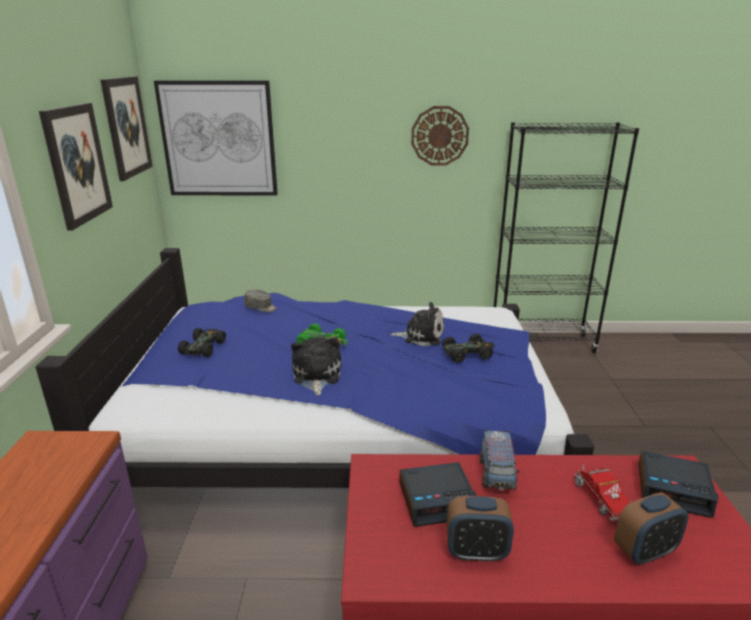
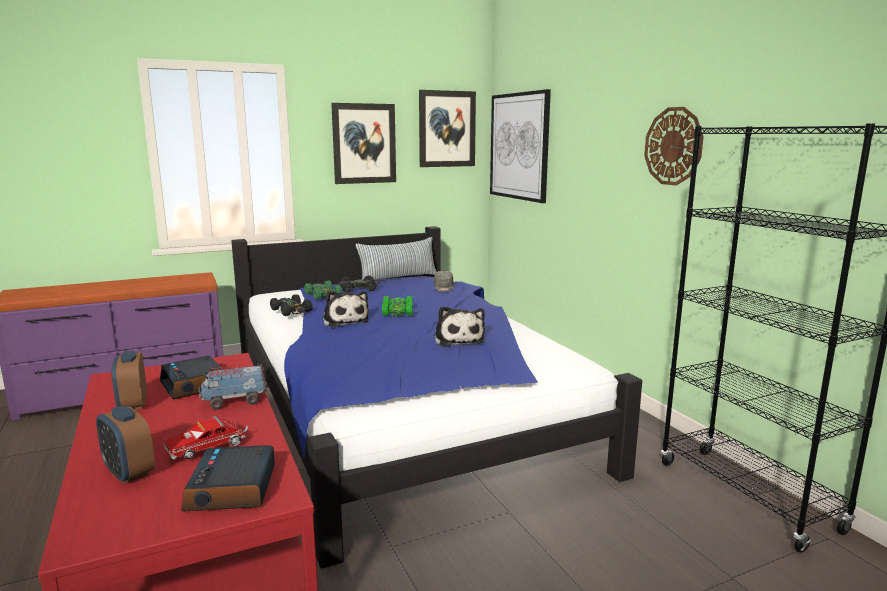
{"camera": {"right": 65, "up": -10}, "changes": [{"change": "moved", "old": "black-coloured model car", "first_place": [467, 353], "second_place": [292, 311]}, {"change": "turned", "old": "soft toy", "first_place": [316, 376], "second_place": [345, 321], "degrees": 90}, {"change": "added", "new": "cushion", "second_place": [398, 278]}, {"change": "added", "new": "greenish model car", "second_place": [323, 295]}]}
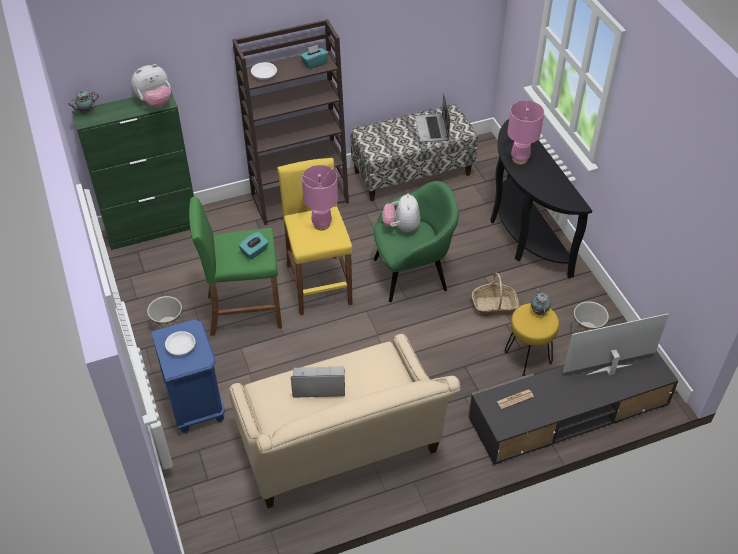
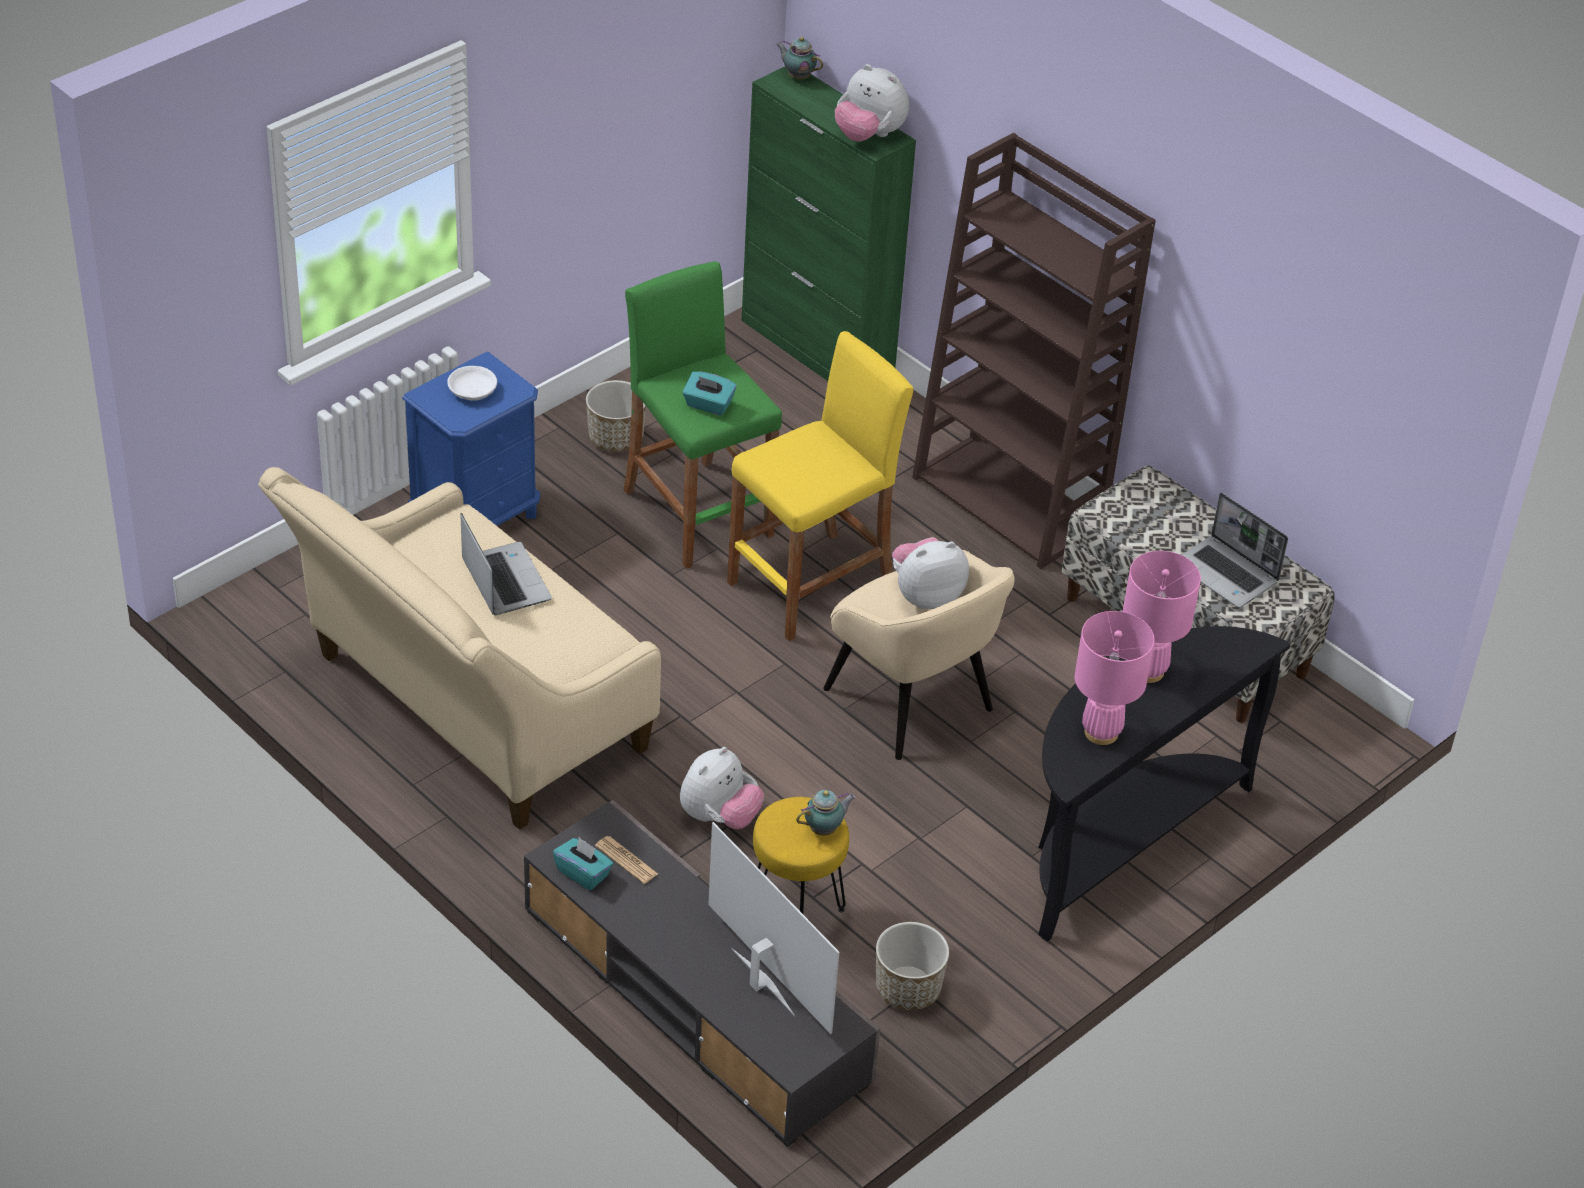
{"camera": {"right": 65, "up": -5}, "changes": [{"change": "moved", "old": "blue-green box of tissues", "first_place": [314, 63], "second_place": [583, 873]}, {"change": "removed", "old": "white bowl", "first_place": [264, 75]}, {"change": "turned", "old": "laptop", "first_place": [432, 129], "second_place": [1227, 574], "degrees": -105}, {"change": "moved", "old": "pink table lamp", "first_place": [321, 224], "second_place": [1101, 732]}, {"change": "recoloured", "old": "greenish lounge chair", "new": "beige-coloured lounge chair", "first_place": [412, 274], "second_place": [911, 702]}, {"change": "removed", "old": "basket", "first_place": [494, 305]}, {"change": "added", "new": "soft toy", "second_place": [719, 817]}]}
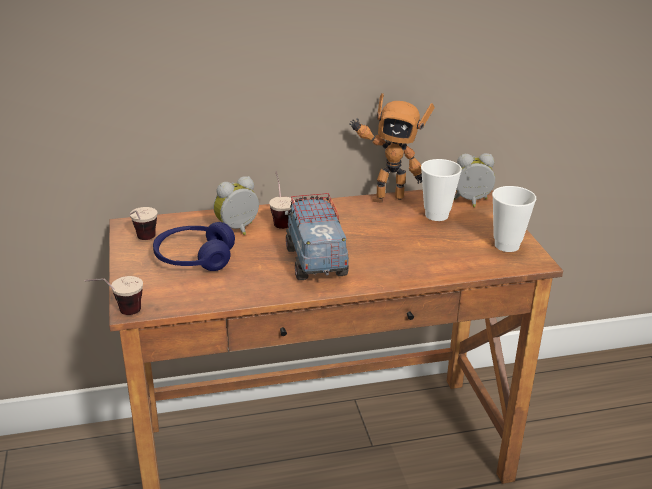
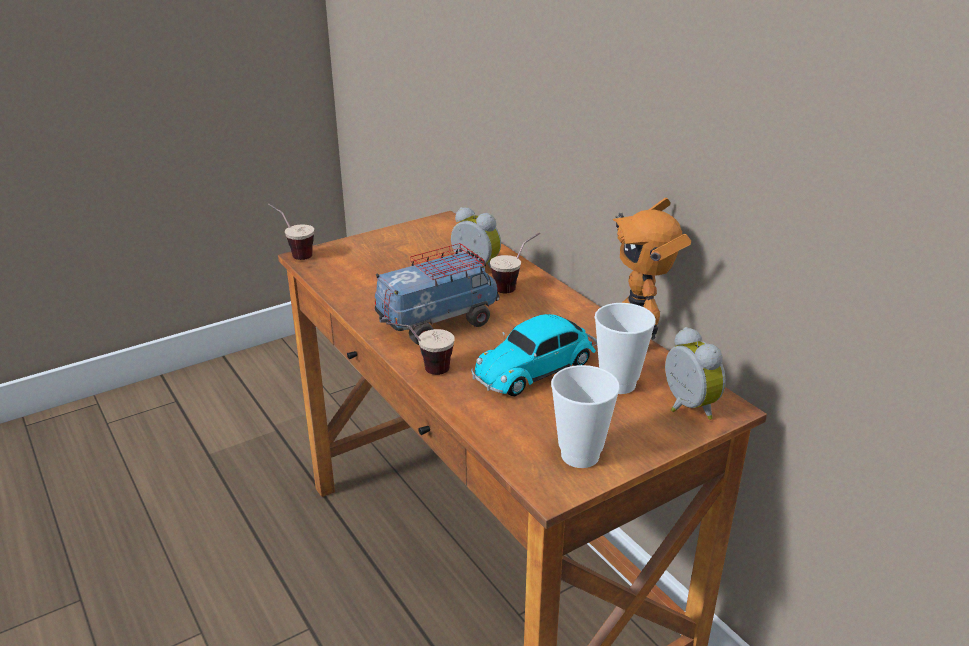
{"camera": {"right": 70, "up": 0}, "changes": [{"change": "moved", "old": "cup", "first_place": [142, 241], "second_place": [422, 370]}, {"change": "removed", "old": "bluish headphones", "first_place": [194, 258]}, {"change": "added", "new": "model car", "second_place": [538, 367]}]}
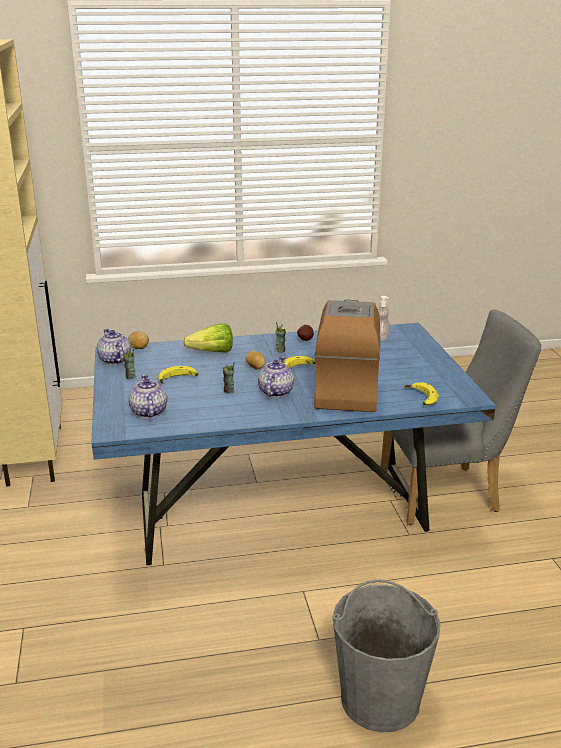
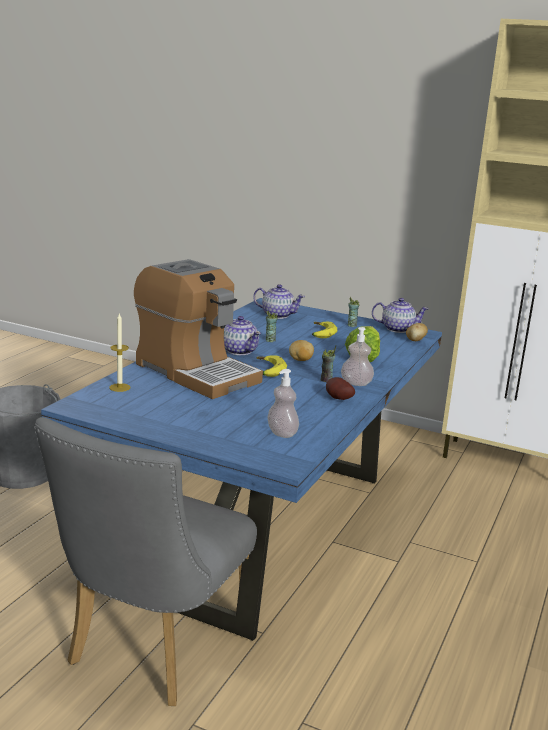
{"camera": {"right": 125, "up": -5}, "changes": [{"change": "replaced", "old": "whole banana", "new": "wax light", "first_place": [420, 398], "second_place": [119, 387]}, {"change": "added", "new": "soap dispenser", "second_place": [356, 383]}]}
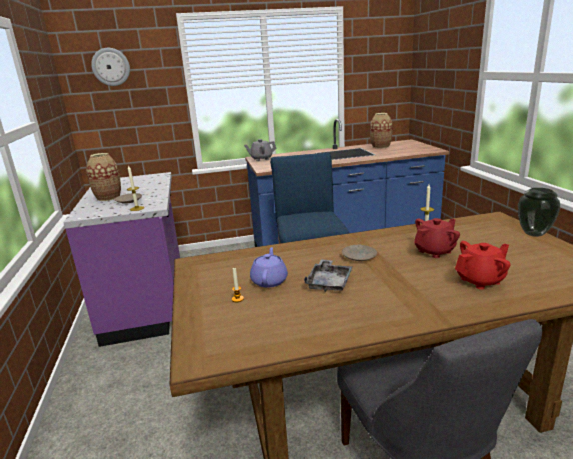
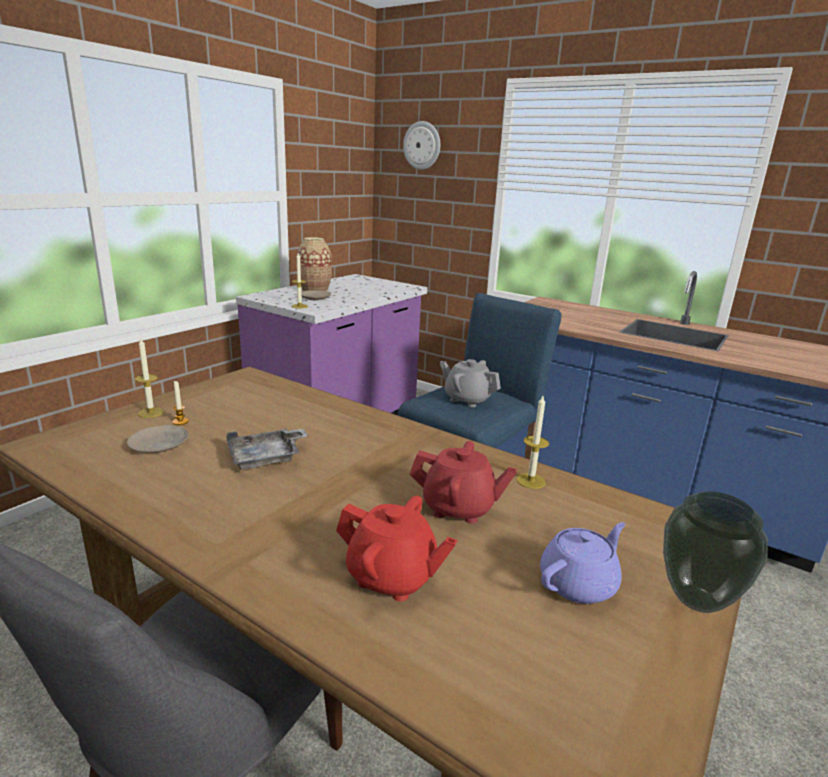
{"camera": {"right": 45, "up": 0}, "changes": [{"change": "removed", "old": "decorative vase", "first_place": [380, 146]}, {"change": "moved", "old": "greyish tea pot", "first_place": [261, 159], "second_place": [467, 399]}, {"change": "moved", "old": "beige-coloured plate", "first_place": [359, 256], "second_place": [160, 445]}, {"change": "moved", "old": "purple-coloured tea pot", "first_place": [269, 280], "second_place": [579, 583]}, {"change": "added", "new": "wax light", "second_place": [151, 412]}]}
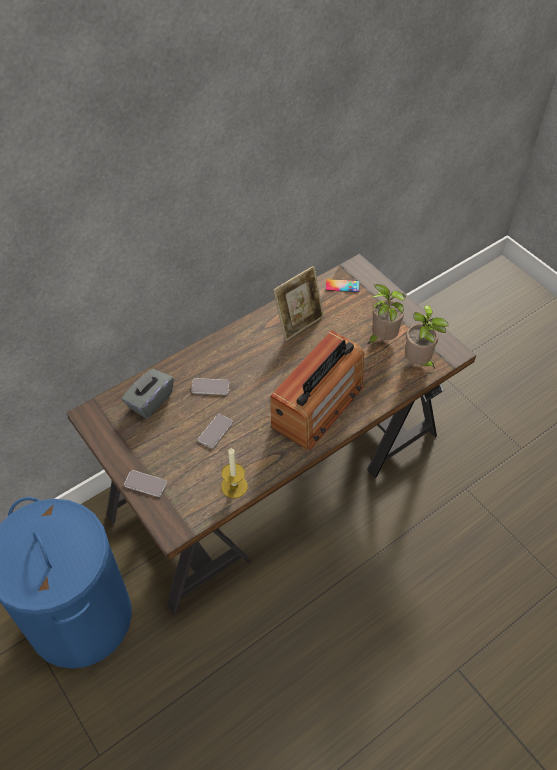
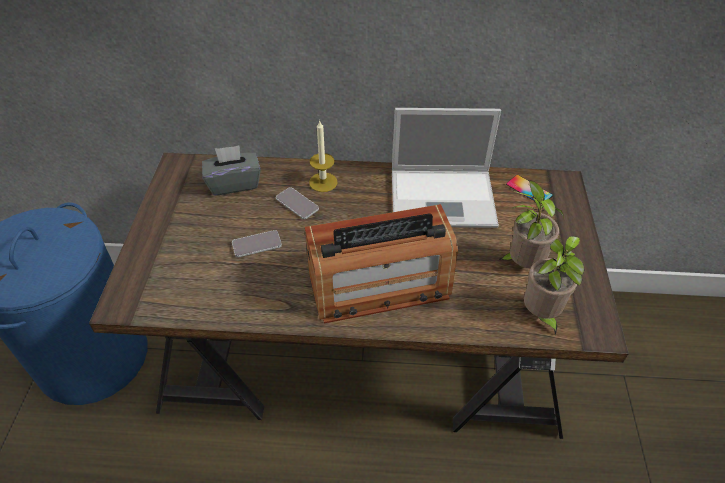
{"camera": {"right": 40, "up": -5}, "changes": [{"change": "replaced", "old": "photo frame", "new": "laptop", "first_place": [298, 323], "second_place": [444, 198]}, {"change": "moved", "old": "wax light", "first_place": [234, 486], "second_place": [323, 182]}, {"change": "removed", "old": "phone", "first_place": [145, 484]}]}
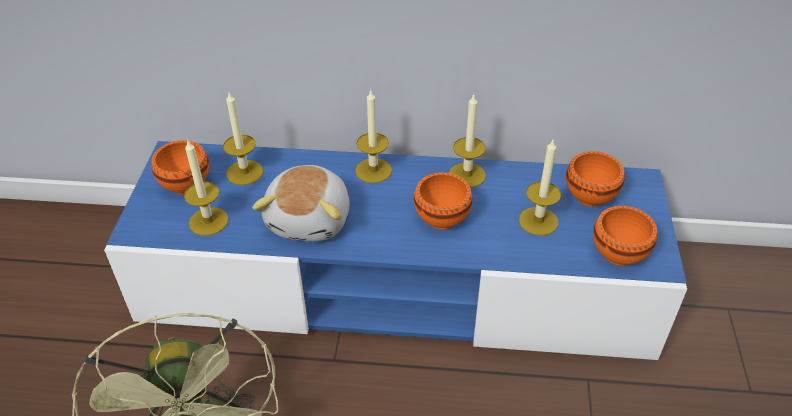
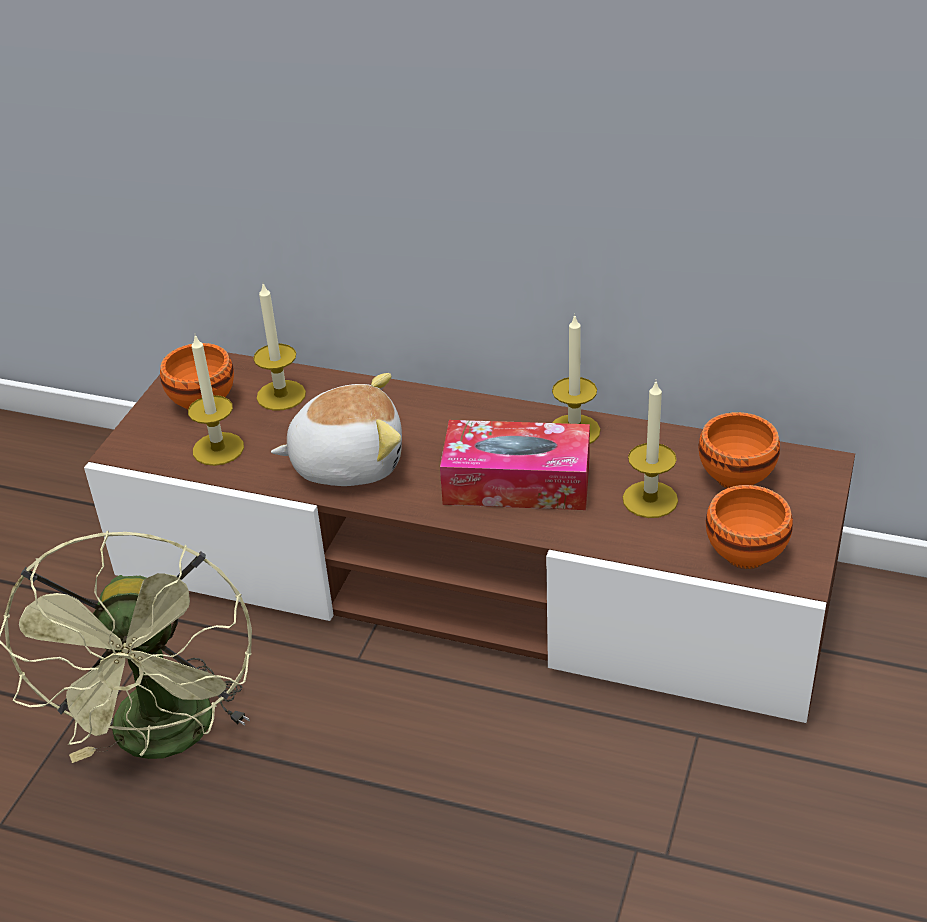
{"camera": {"right": 15, "up": -5}, "changes": [{"change": "removed", "old": "wax light", "first_place": [373, 170]}, {"change": "recoloured", "old": "bluish tv stand", "new": "brown-coloured tv stand", "first_place": [396, 284], "second_place": [470, 577]}, {"change": "turned", "old": "soft toy", "first_place": [311, 219], "second_place": [347, 461], "degrees": -120}, {"change": "replaced", "old": "orange bowl", "new": "box of tissues", "first_place": [440, 220], "second_place": [517, 482]}]}
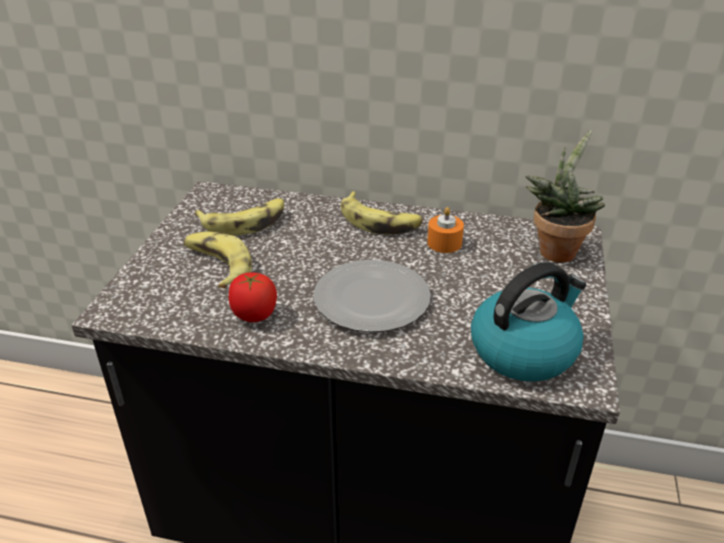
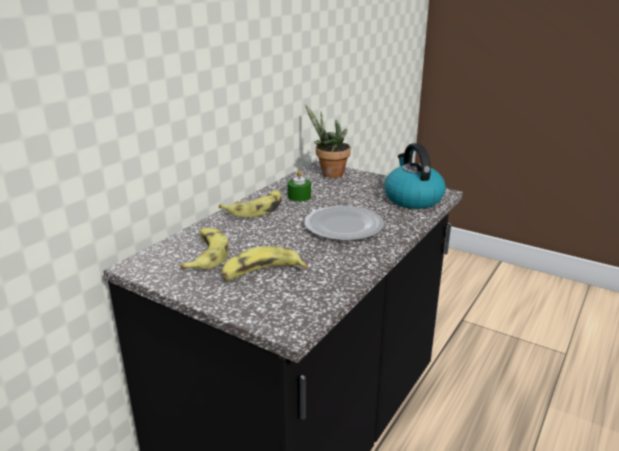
{"camera": {"right": -70, "up": -10}, "changes": [{"change": "recoloured", "old": "orange wax light", "new": "greenish wax light", "first_place": [444, 243], "second_place": [299, 197]}, {"change": "removed", "old": "fresh tomato", "first_place": [254, 315]}]}
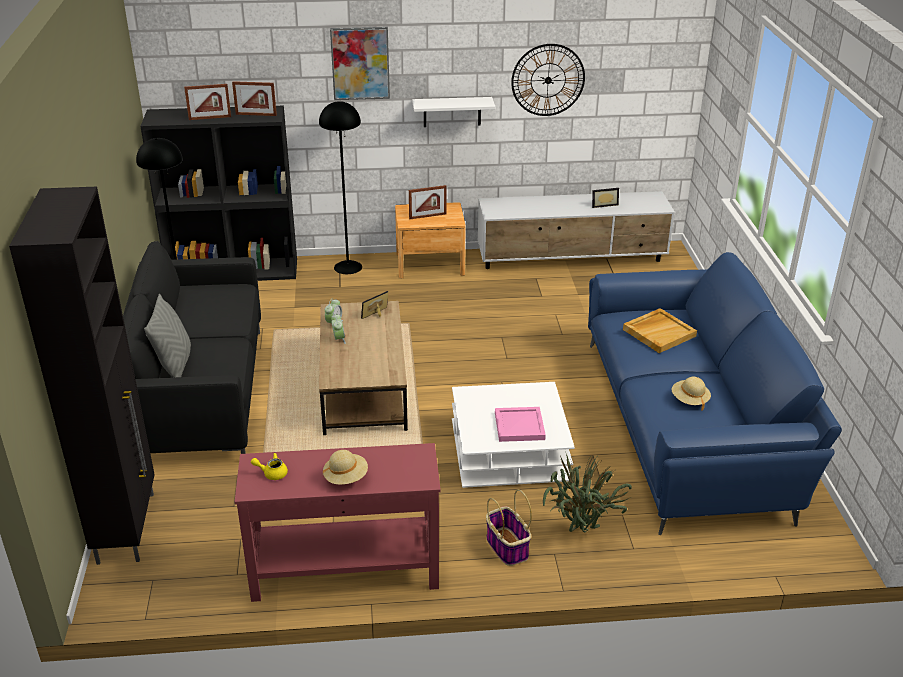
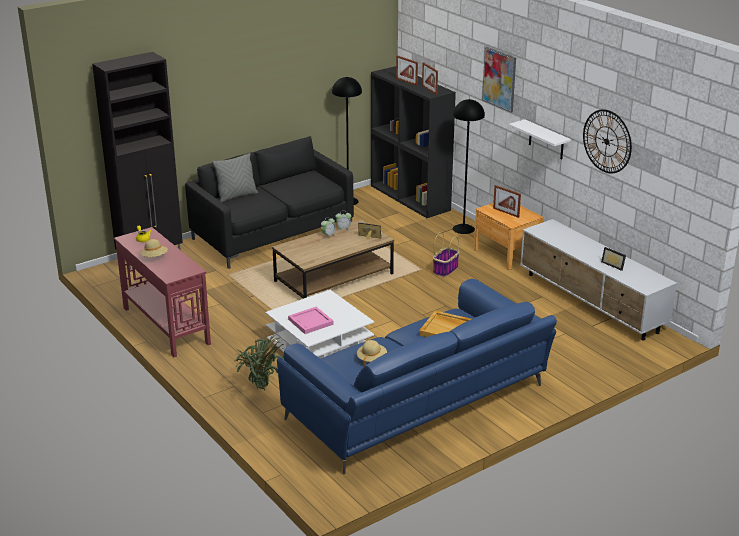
{"camera": {"right": 60, "up": -5}, "changes": [{"change": "moved", "old": "basket", "first_place": [506, 547], "second_place": [445, 269]}]}
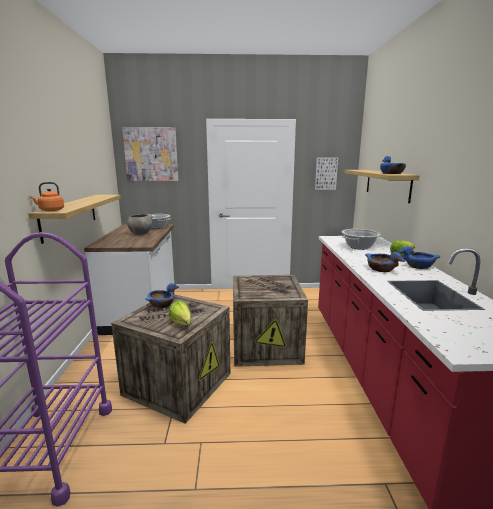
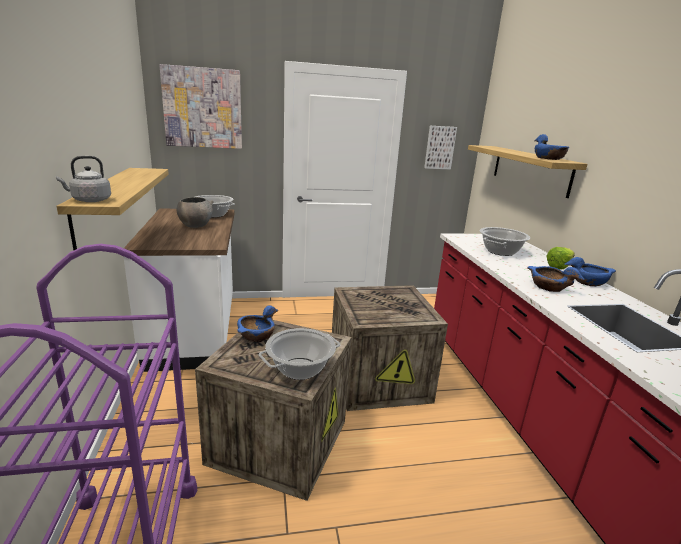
{"camera": {"right": -10, "up": 5}, "changes": [{"change": "recoloured", "old": "orange kettle", "new": "greyish kettle", "first_place": [50, 210], "second_place": [89, 200]}, {"change": "replaced", "old": "head of lettuce", "new": "saucepot", "first_place": [182, 324], "second_place": [300, 368]}]}
